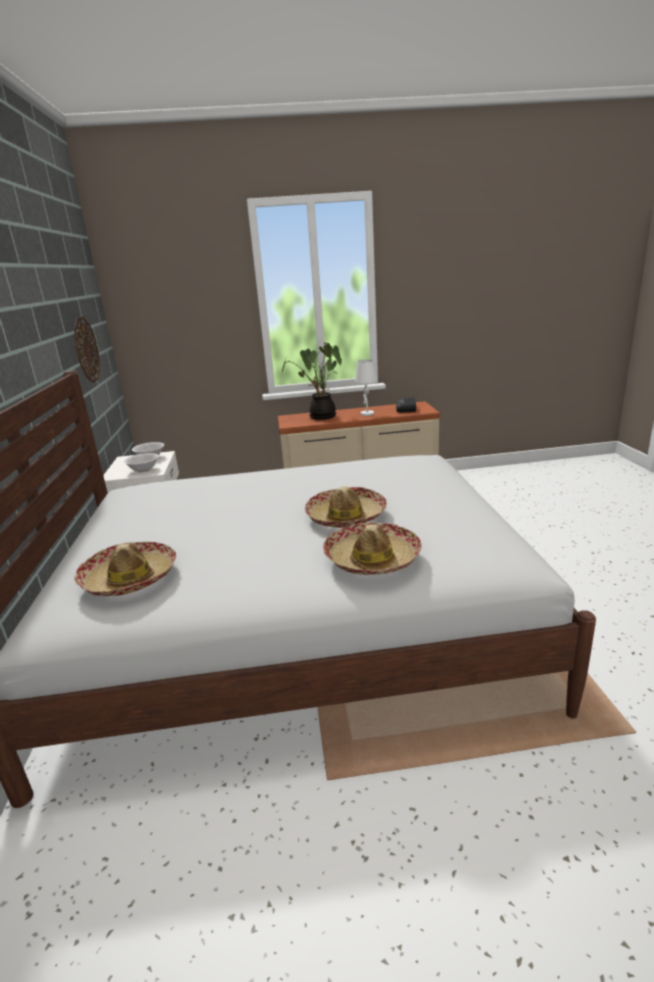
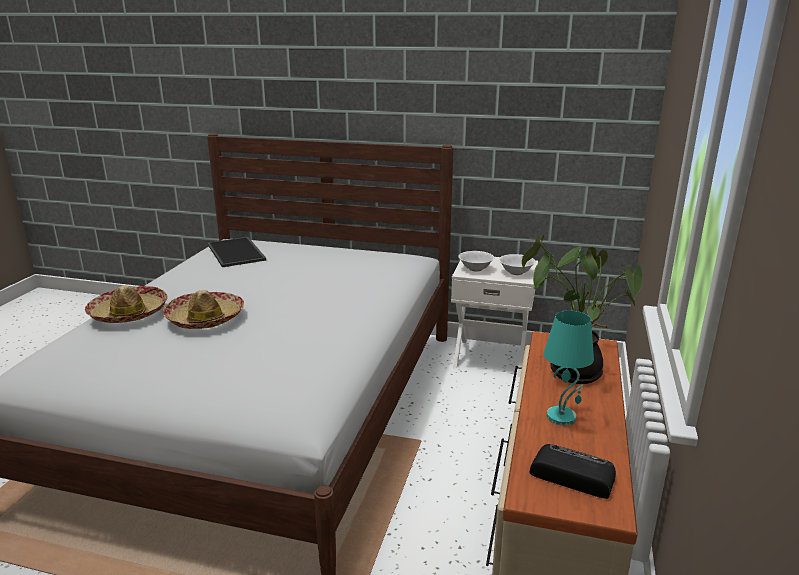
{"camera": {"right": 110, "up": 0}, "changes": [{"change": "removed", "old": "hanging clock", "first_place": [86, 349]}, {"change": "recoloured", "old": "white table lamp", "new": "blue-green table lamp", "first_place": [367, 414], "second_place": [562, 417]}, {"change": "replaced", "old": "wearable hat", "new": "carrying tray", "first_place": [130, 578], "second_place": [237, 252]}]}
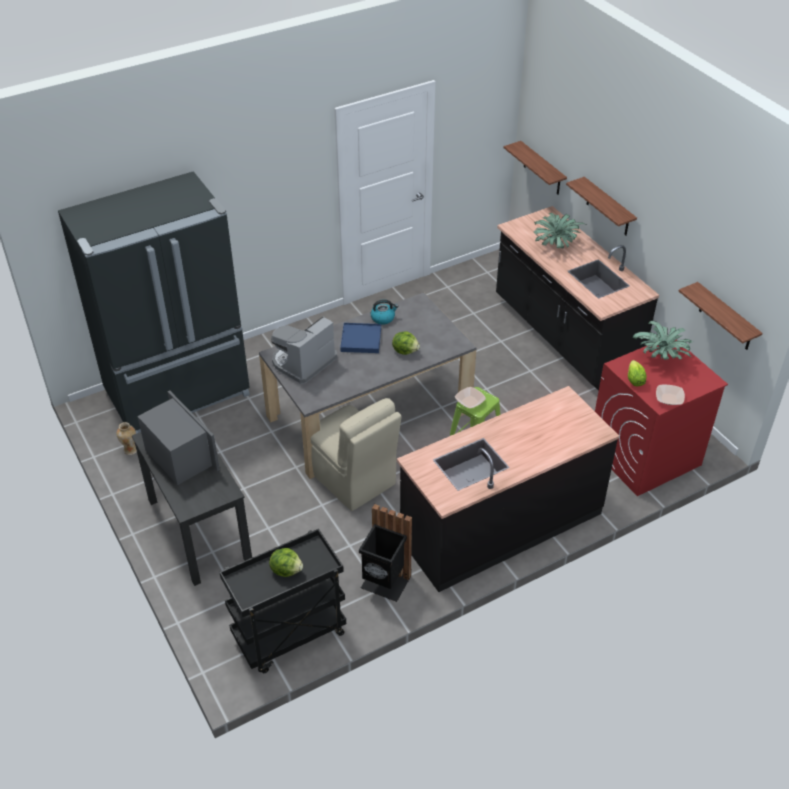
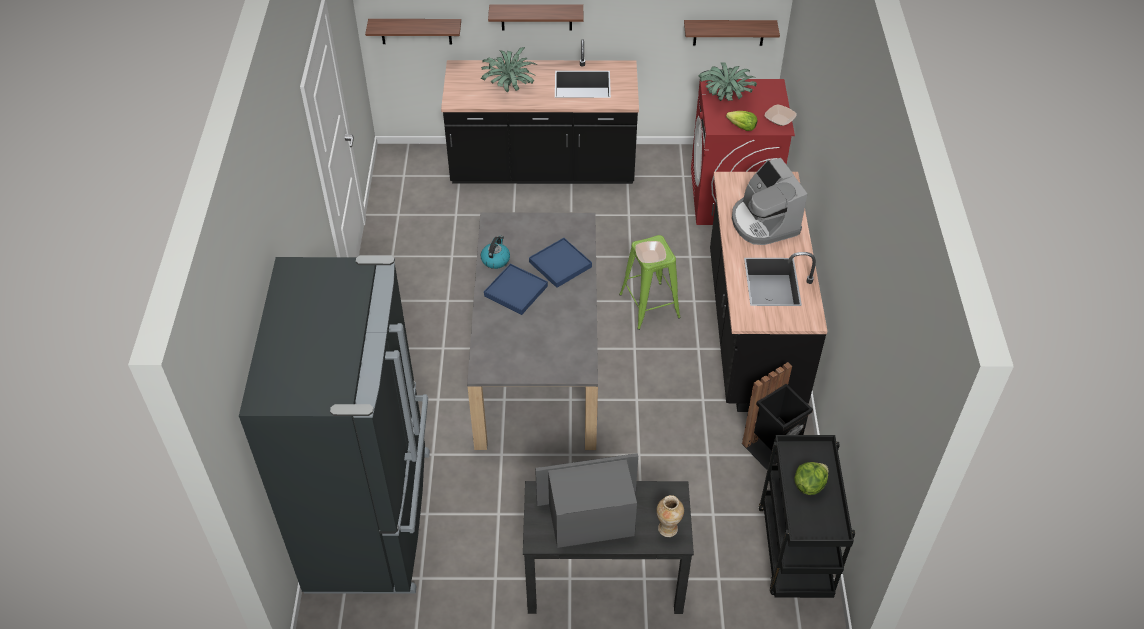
{"camera": {"right": -60, "up": 5}, "changes": [{"change": "moved", "old": "coffee machine", "first_place": [303, 362], "second_place": [763, 222]}, {"change": "replaced", "old": "head of lettuce", "new": "bluish carrying tray", "first_place": [405, 350], "second_place": [560, 264]}, {"change": "removed", "old": "beige-coloured chair", "first_place": [352, 478]}, {"change": "moved", "old": "decorative vase", "first_place": [130, 450], "second_place": [667, 529]}]}
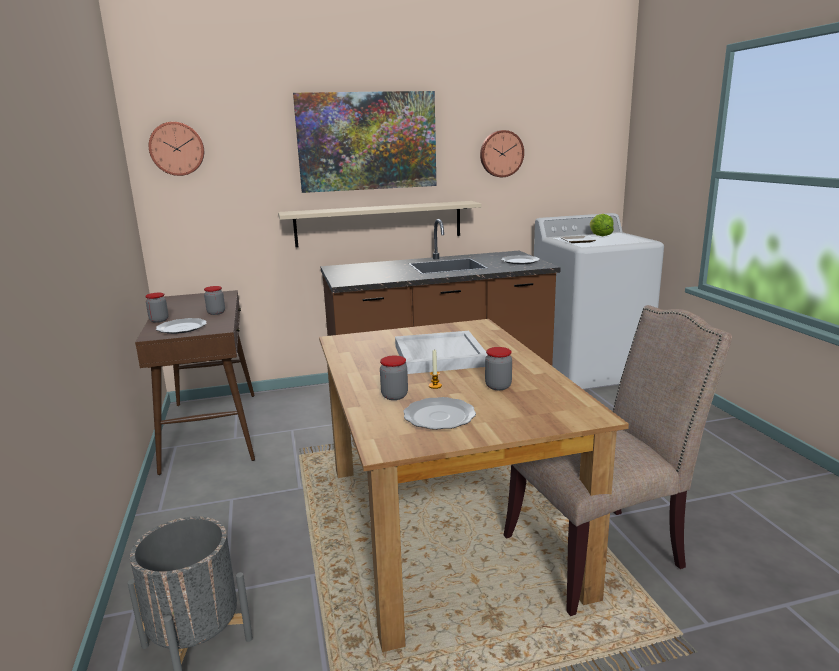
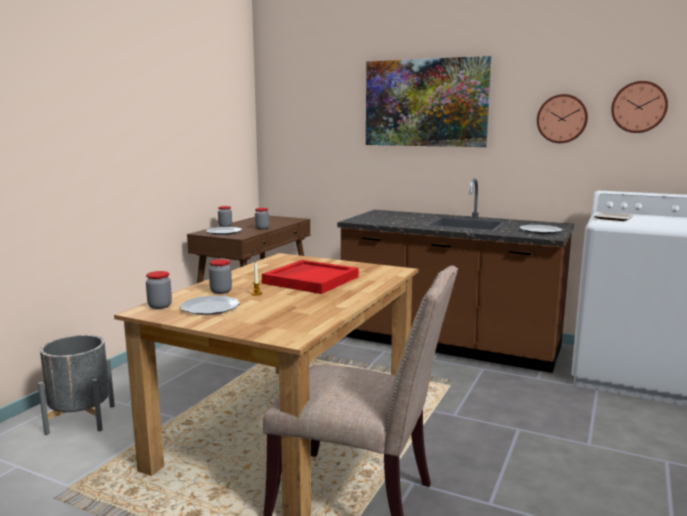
{"camera": {"right": 40, "up": -5}, "changes": [{"change": "moved", "old": "hanging clock", "first_place": [177, 148], "second_place": [639, 107]}, {"change": "removed", "old": "beige-coloured shelf", "first_place": [379, 223]}, {"change": "removed", "old": "head of lettuce", "first_place": [600, 236]}, {"change": "recoloured", "old": "white carrying tray", "new": "reddish carrying tray", "first_place": [439, 355], "second_place": [310, 280]}, {"change": "moved", "old": "storage jar", "first_place": [498, 386], "second_place": [160, 306]}]}
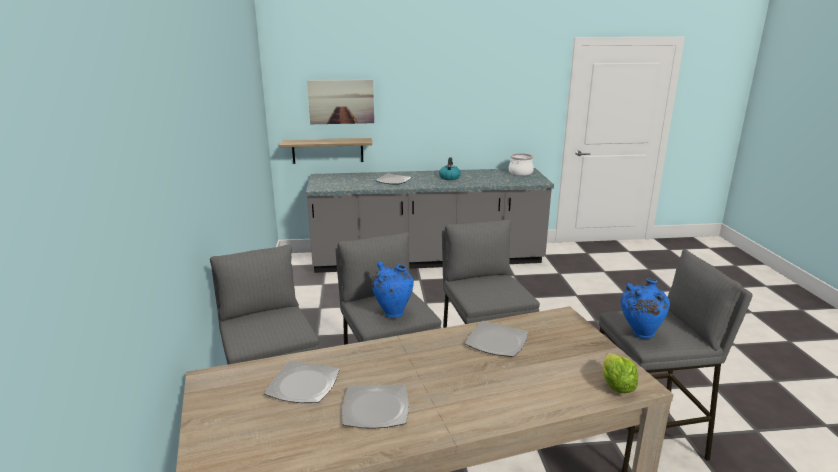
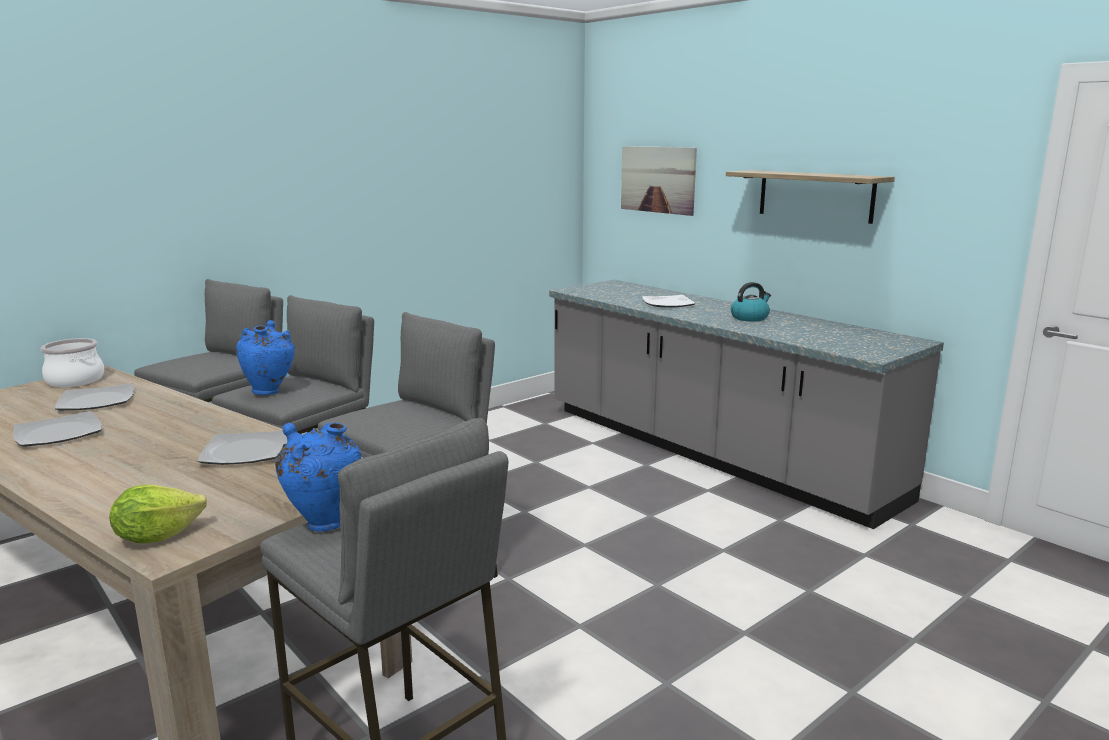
{"camera": {"right": 55, "up": -5}, "changes": [{"change": "moved", "old": "shelf", "first_place": [327, 150], "second_place": [815, 195]}, {"change": "moved", "old": "saucepot", "first_place": [520, 172], "second_place": [76, 380]}]}
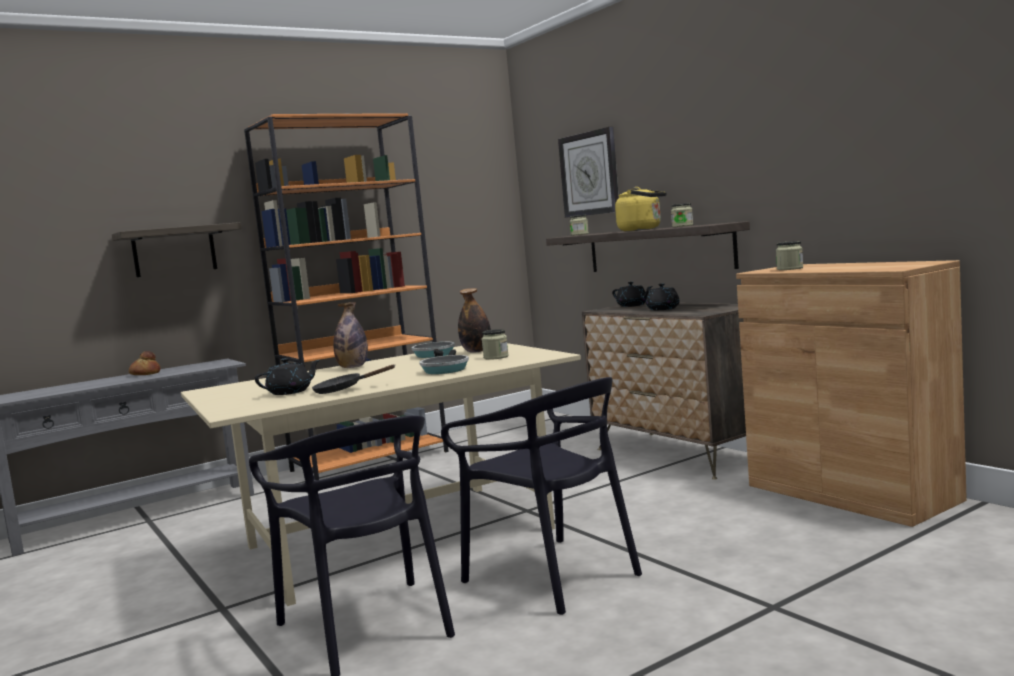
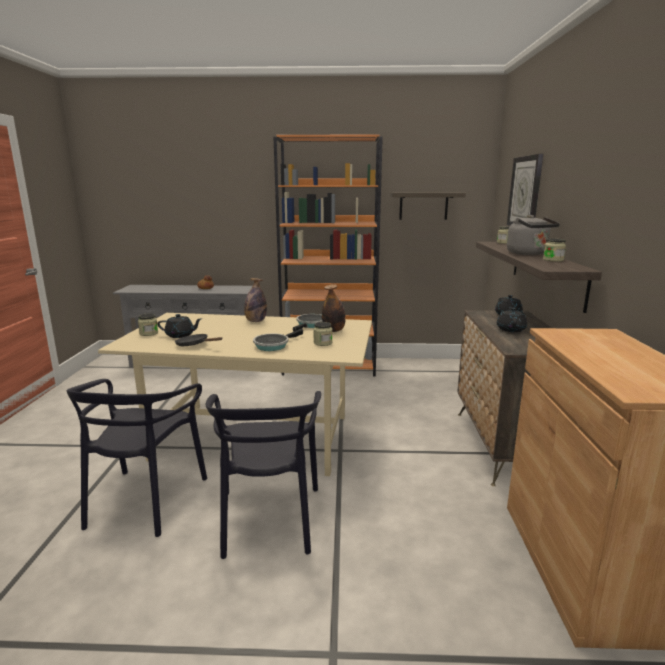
{"camera": {"right": 35, "up": 10}, "changes": [{"change": "recoloured", "old": "yellow-coloured kettle", "new": "greyish kettle", "first_place": [642, 229], "second_place": [528, 254]}, {"change": "moved", "old": "shelf", "first_place": [174, 251], "second_place": [423, 206]}, {"change": "moved", "old": "storage jar", "first_place": [790, 269], "second_place": [148, 333]}]}
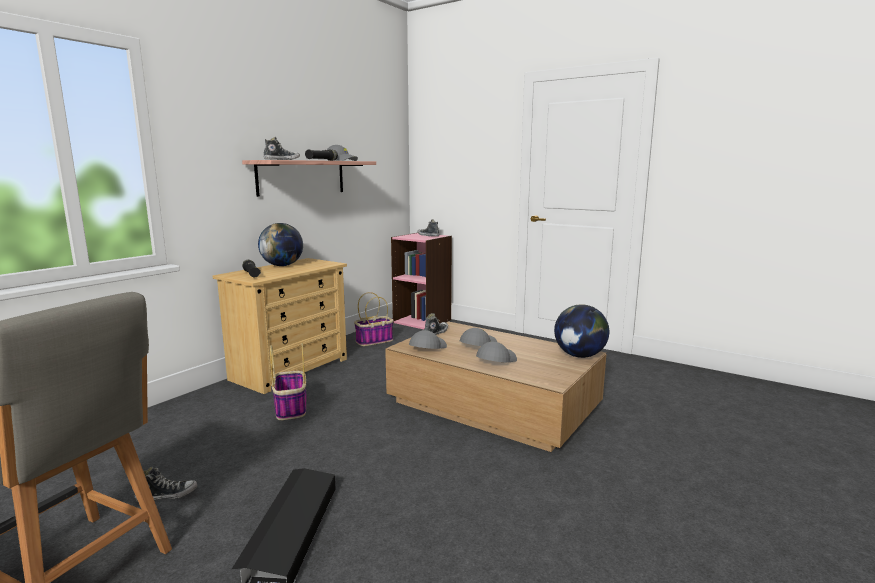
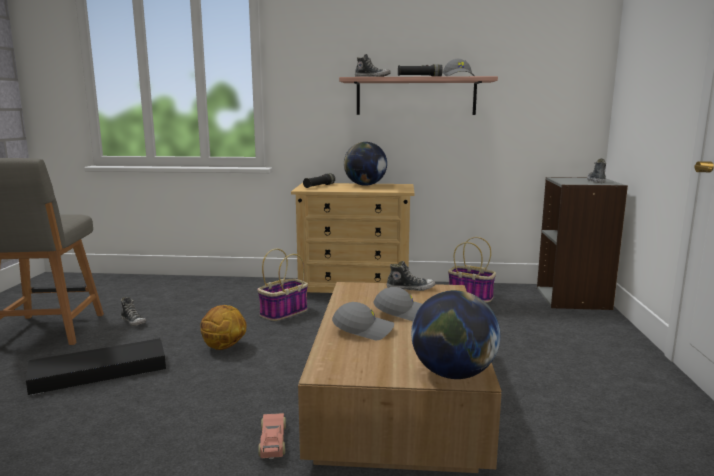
{"camera": {"right": 60, "up": 0}, "changes": [{"change": "recoloured", "old": "pink shelving unit", "new": "greyish shelving unit", "first_place": [422, 321], "second_place": [573, 298]}, {"change": "removed", "old": "greyish peaked cap", "first_place": [427, 348]}, {"change": "added", "new": "basketball ball", "second_place": [223, 347]}, {"change": "added", "new": "model car", "second_place": [273, 440]}]}
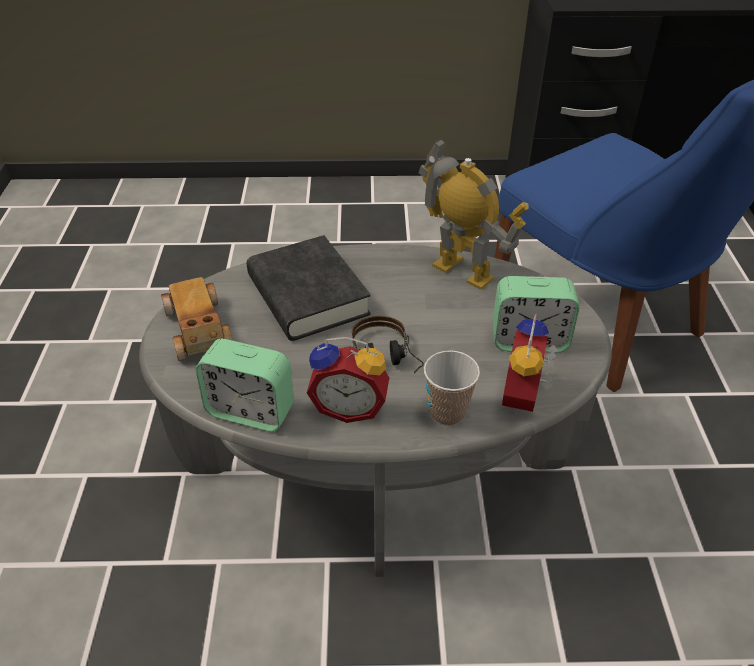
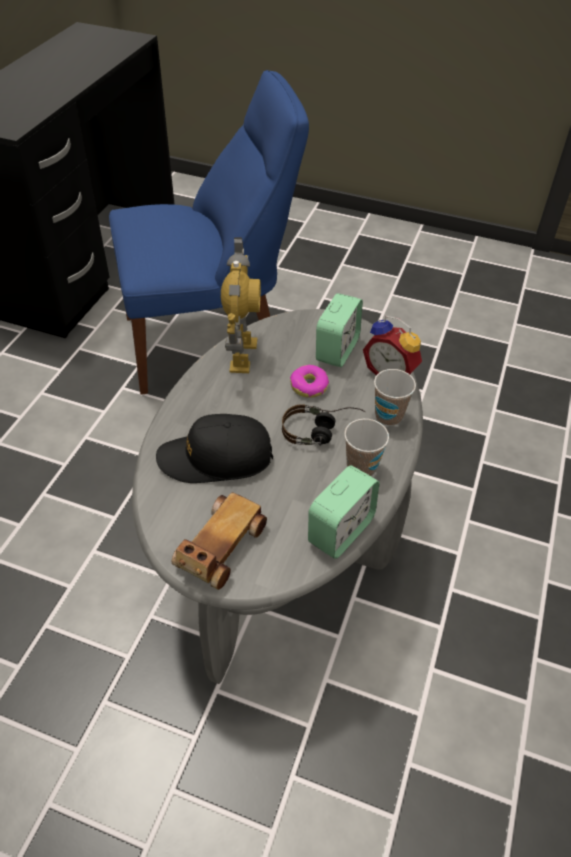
{"camera": {"right": -70, "up": 5}, "changes": [{"change": "turned", "old": "robot figure", "first_place": [463, 271], "second_place": [241, 355], "degrees": 120}, {"change": "replaced", "old": "black-coloured volume", "new": "black-coloured peaked cap", "first_place": [307, 296], "second_place": [215, 458]}, {"change": "turned", "old": "model car", "first_place": [198, 330], "second_place": [219, 548], "degrees": 120}, {"change": "replaced", "old": "table clock", "new": "cup", "first_place": [350, 407], "second_place": [361, 467]}, {"change": "added", "new": "donut", "second_place": [309, 386]}]}
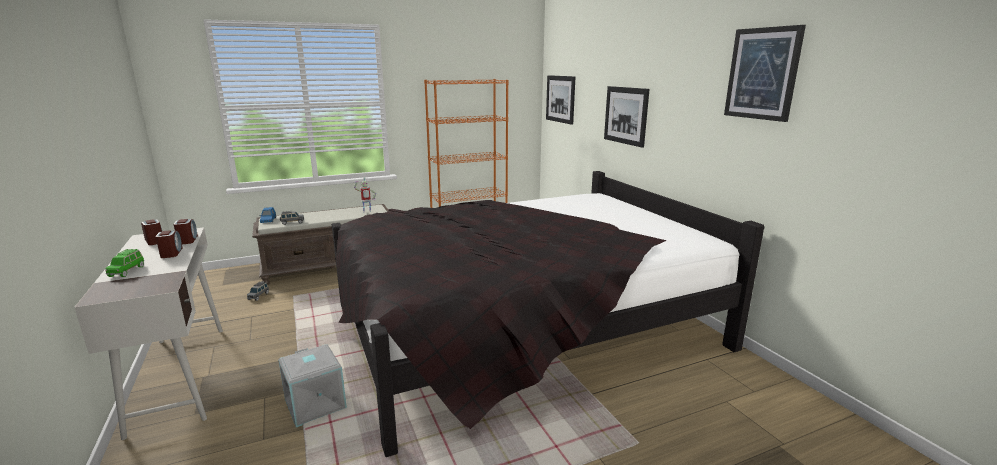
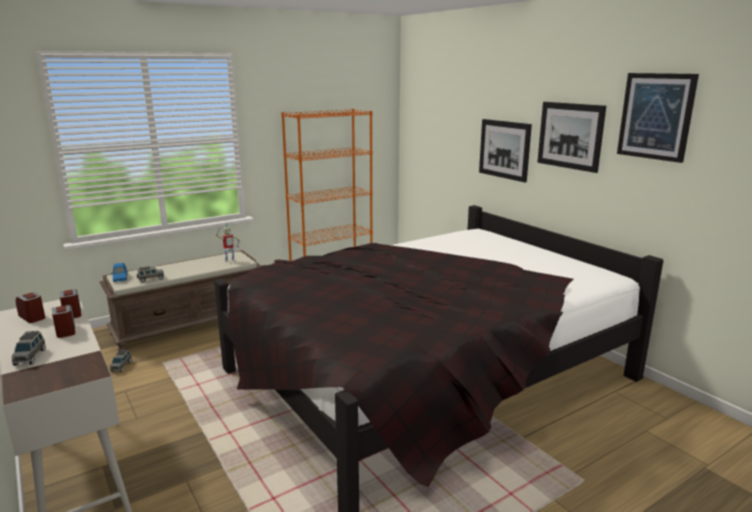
{"camera": {"right": -10, "up": 0}, "changes": [{"change": "moved", "old": "wall art", "first_place": [560, 99], "second_place": [570, 136]}, {"change": "recoloured", "old": "greenish model car", "new": "greyish model car", "first_place": [127, 271], "second_place": [30, 357]}, {"change": "removed", "old": "greyish storage box", "first_place": [316, 404]}]}
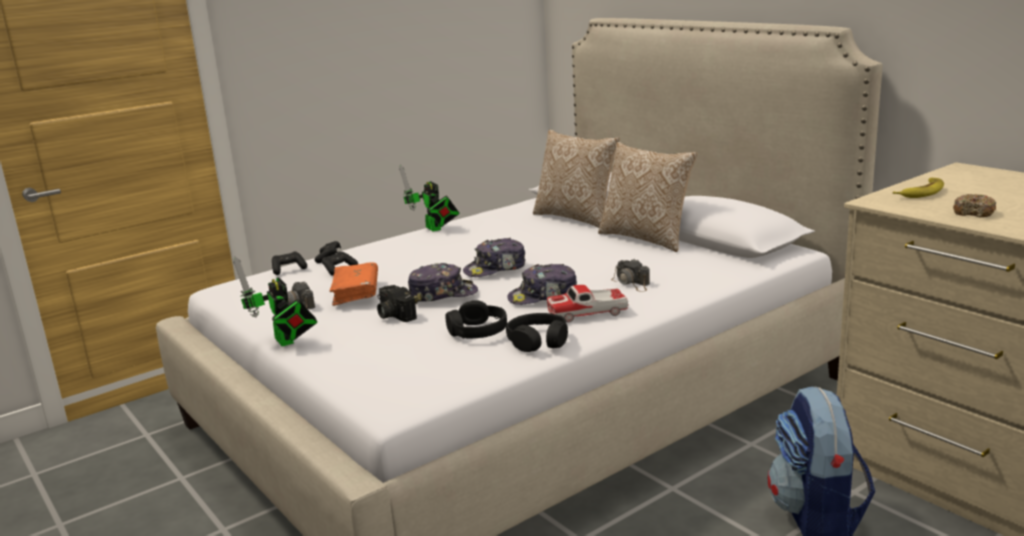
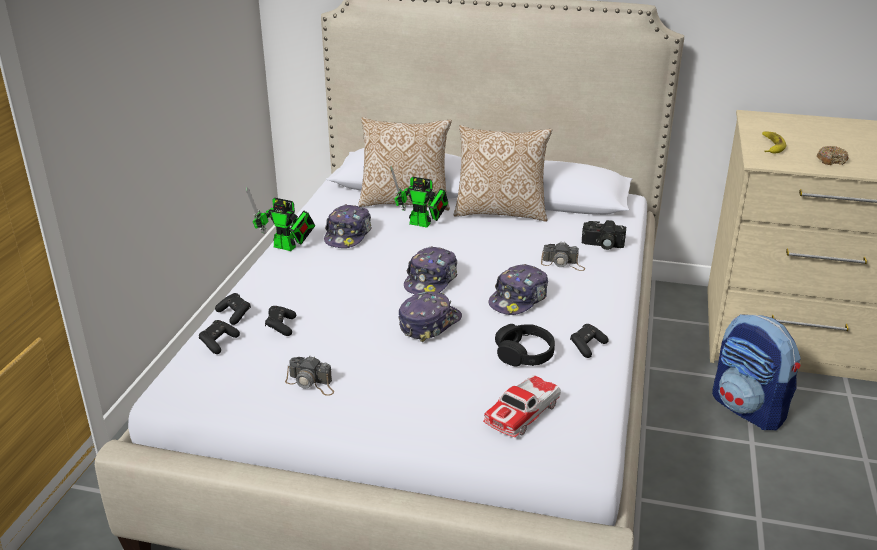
{"camera": {"right": -40, "up": 10}, "changes": [{"change": "moved", "old": "robot figure", "first_place": [285, 342], "second_place": [423, 224]}, {"change": "removed", "old": "orange volume", "first_place": [356, 292]}, {"change": "moved", "old": "still camera", "first_place": [393, 315], "second_place": [602, 245]}, {"change": "moved", "old": "model car", "first_place": [587, 312], "second_place": [522, 413]}, {"change": "replaced", "old": "black-coloured headphones", "new": "black-coloured joypad", "first_place": [538, 341], "second_place": [587, 346]}, {"change": "added", "new": "peaked cap", "second_place": [348, 235]}]}
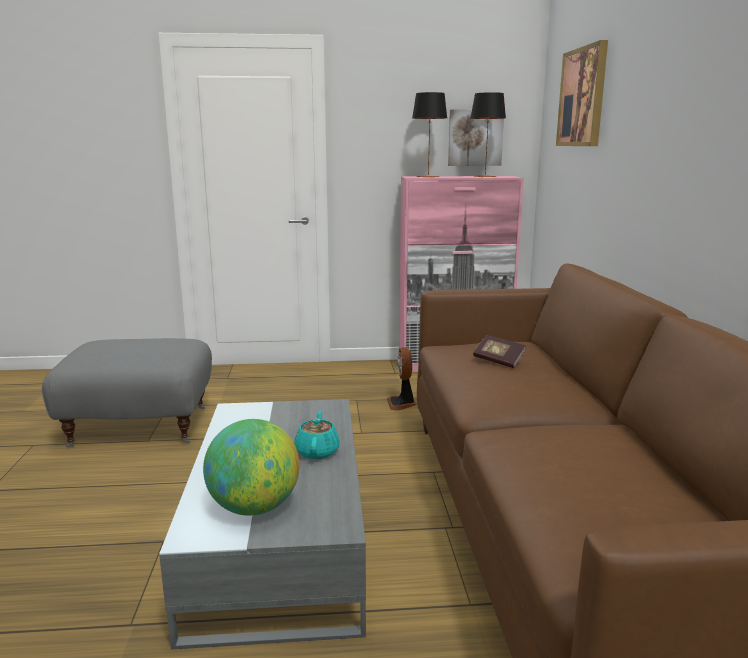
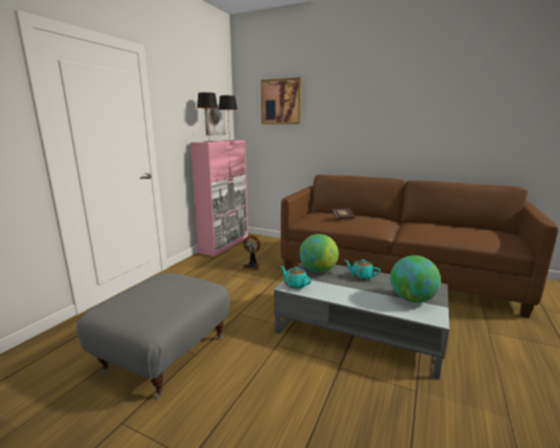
{"camera": {"right": -60, "up": 0}, "changes": [{"change": "added", "new": "desk globe", "second_place": [318, 271]}, {"change": "added", "new": "blue-green tea pot", "second_place": [295, 285]}]}
